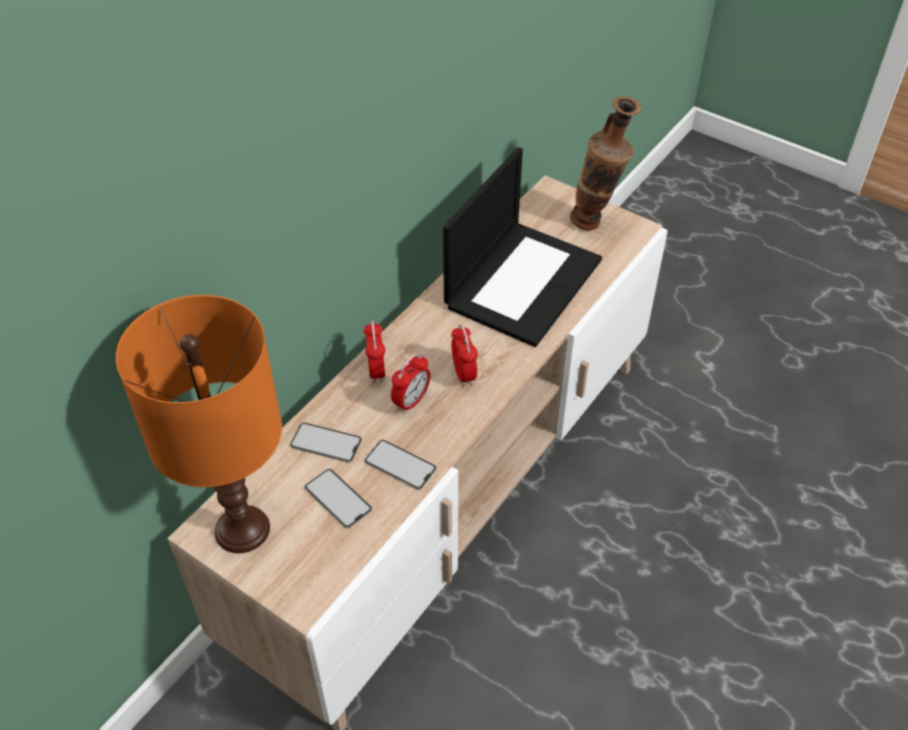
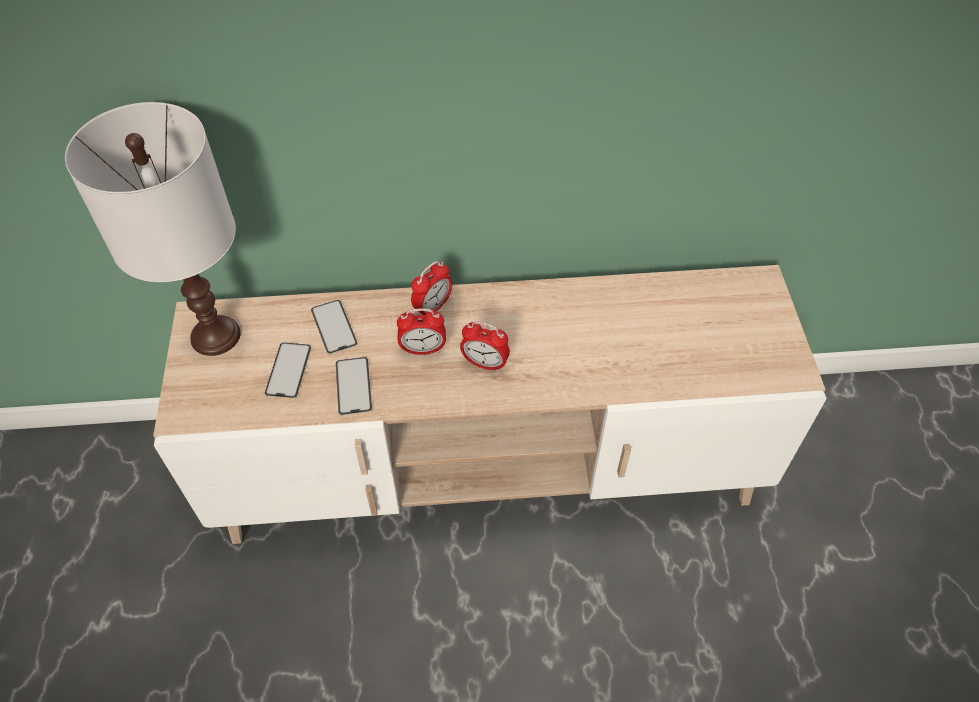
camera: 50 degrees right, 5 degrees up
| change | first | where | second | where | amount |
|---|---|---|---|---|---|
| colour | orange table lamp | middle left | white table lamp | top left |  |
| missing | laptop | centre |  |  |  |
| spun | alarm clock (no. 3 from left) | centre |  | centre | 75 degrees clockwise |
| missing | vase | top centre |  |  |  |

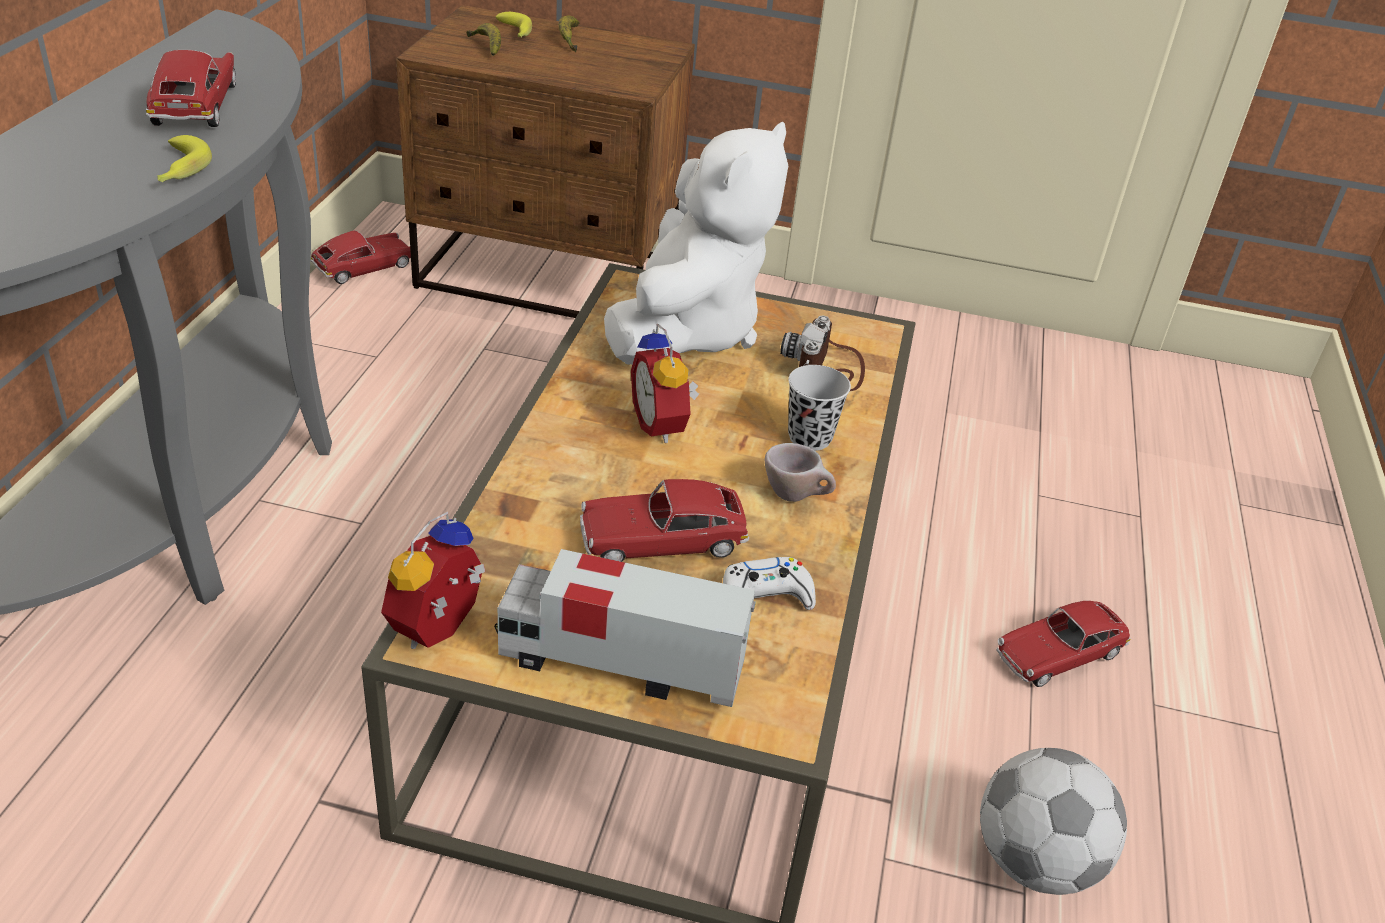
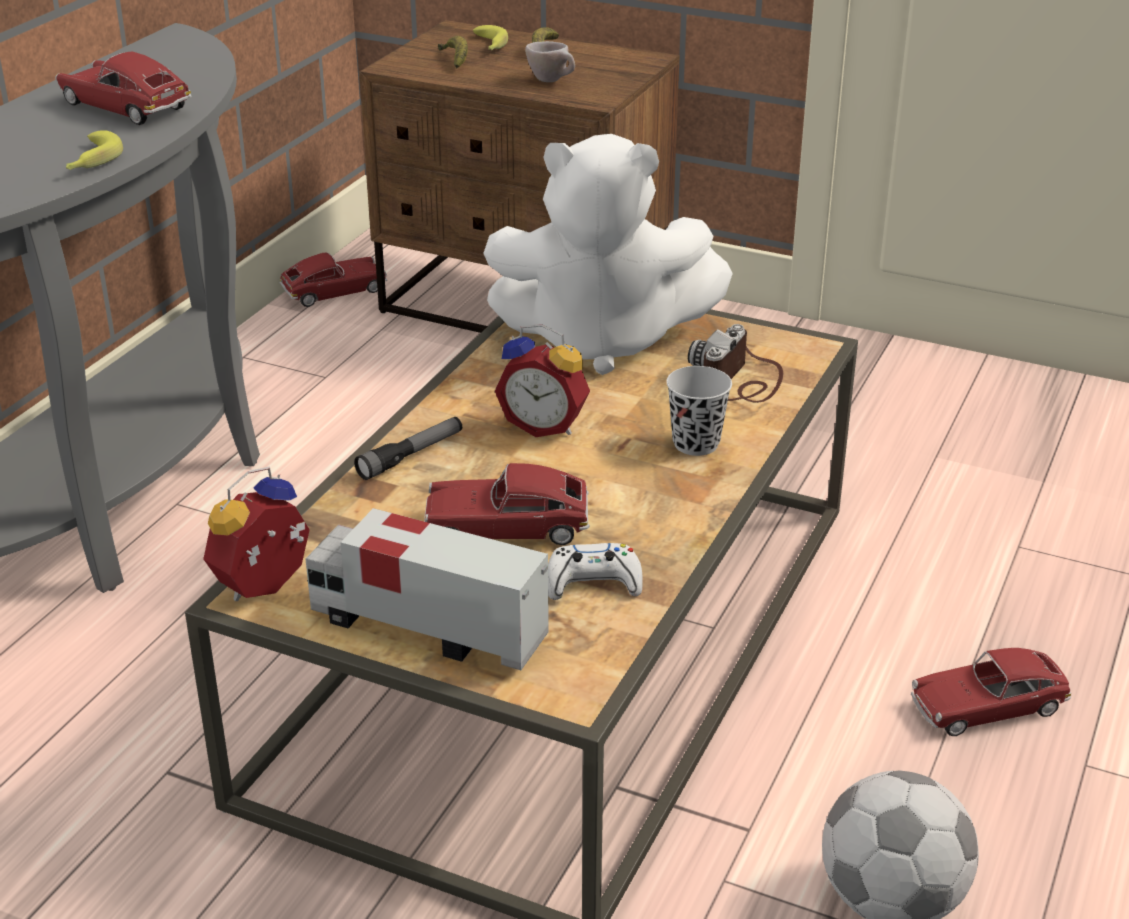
camera: 15 degrees right, 5 degrees down
| change | first | where | second | where | amount |
|---|---|---|---|---|---|
| spun | toy car (no. 1 from left) | top left |  | top left | 60 degrees counterclockwise |
| spun | white plush toy | top centre |  | top centre | 60 degrees clockwise |
| spun | alarm clock (no. 2 from left) | centre |  | centre | 60 degrees counterclockwise |
| relocated | beige cup | centre |  | top centre |  |
| appeared |  |  | flashlight | centre |  |

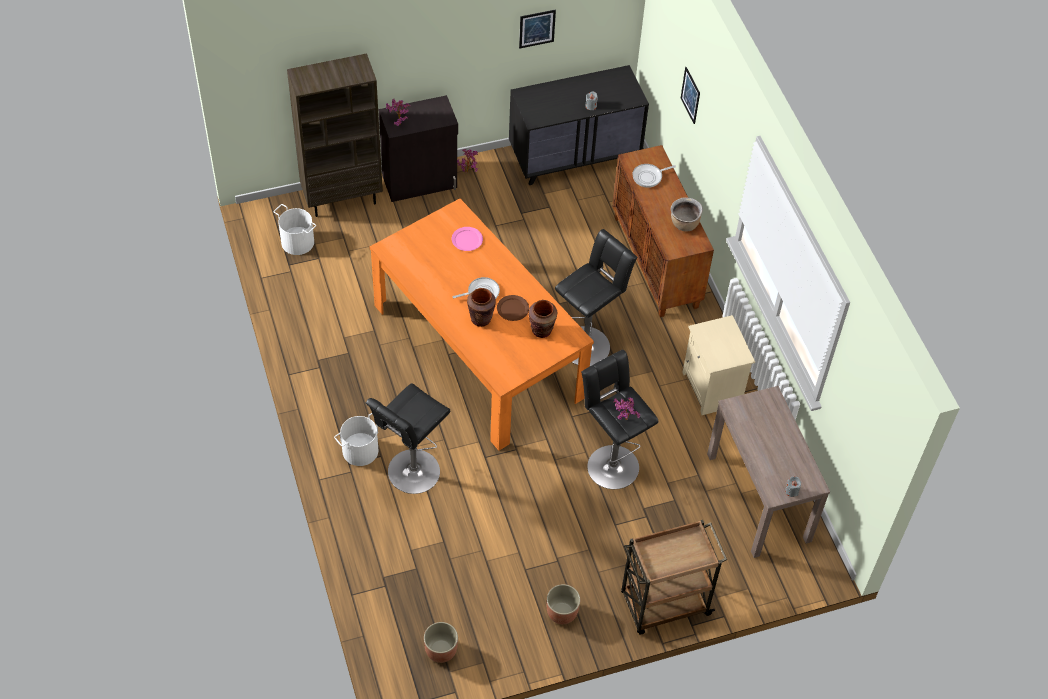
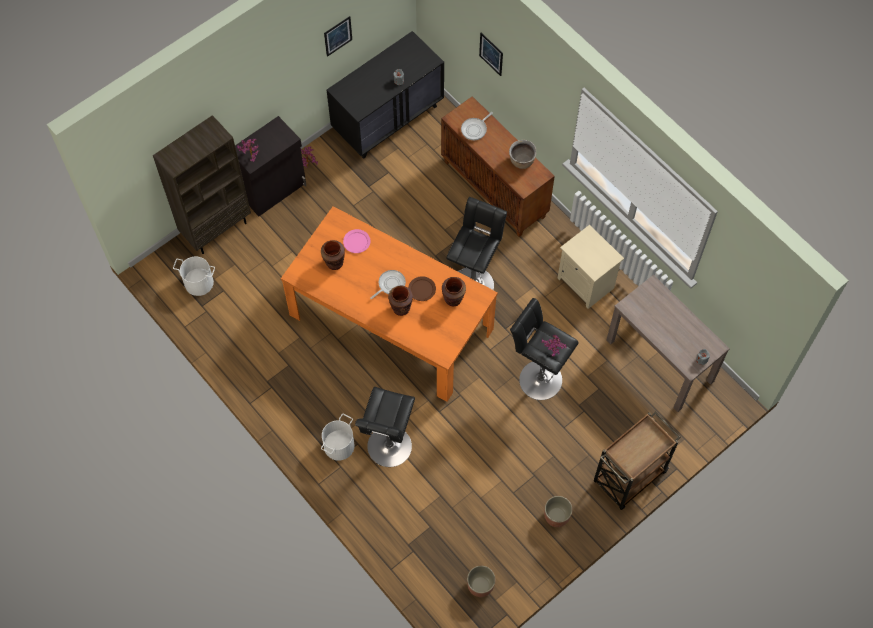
camera: 20 degrees left, 10 degrees up
| change | first | where | second | where | amount |
|---|---|---|---|---|---|
| appeared |  |  | brown vase (no. 1 from left) | centre |  |

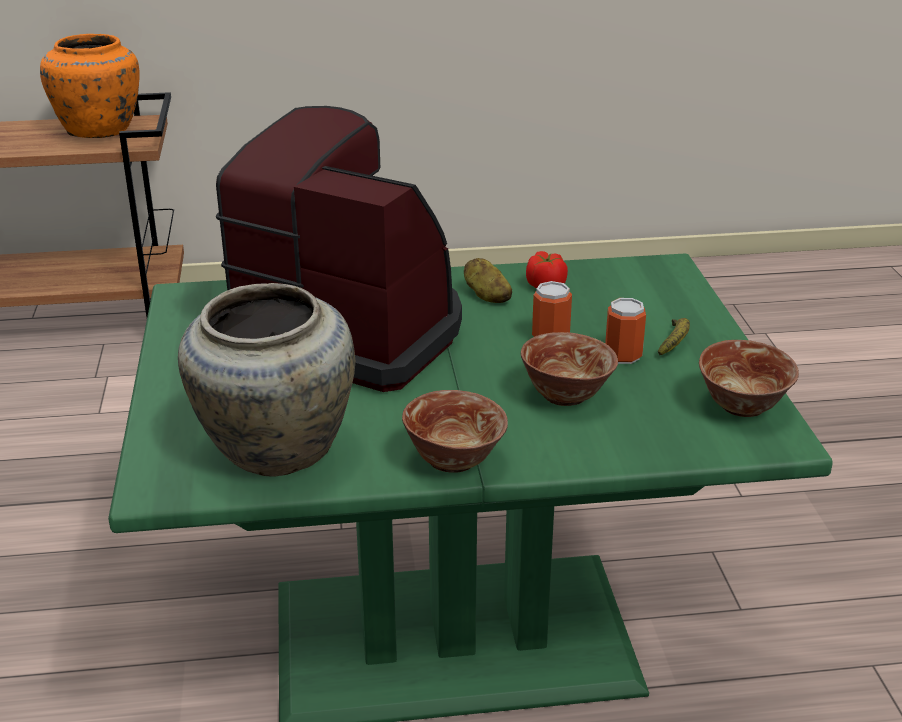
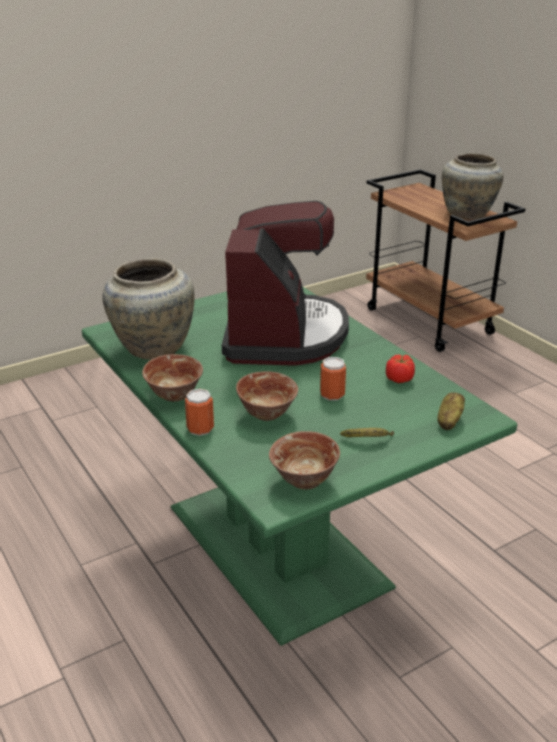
camera: 65 degrees right, 0 degrees up
| change | first | where | second | where | amount |
|---|---|---|---|---|---|
| colour | orange vase | top left | beige vase (no. 2 from left) | top right |  |
| relocated | potato | centre |  | middle right |  |
| relocated | can (no. 2 from left in the first image) | middle right | can (no. 1 from left) | centre |  |

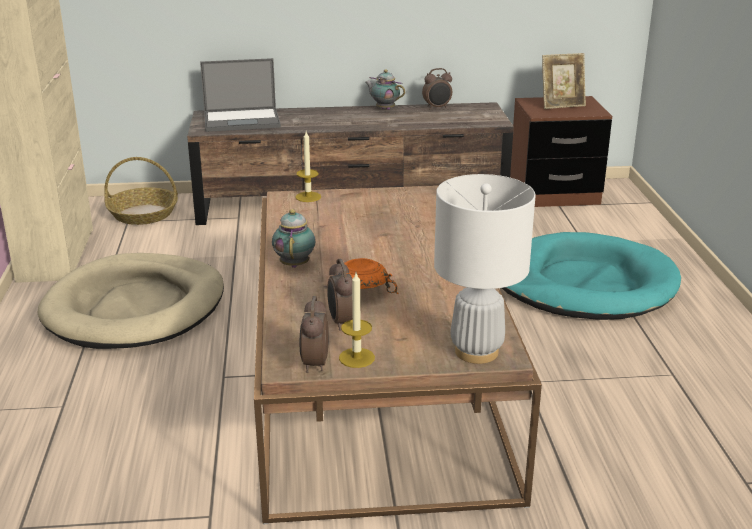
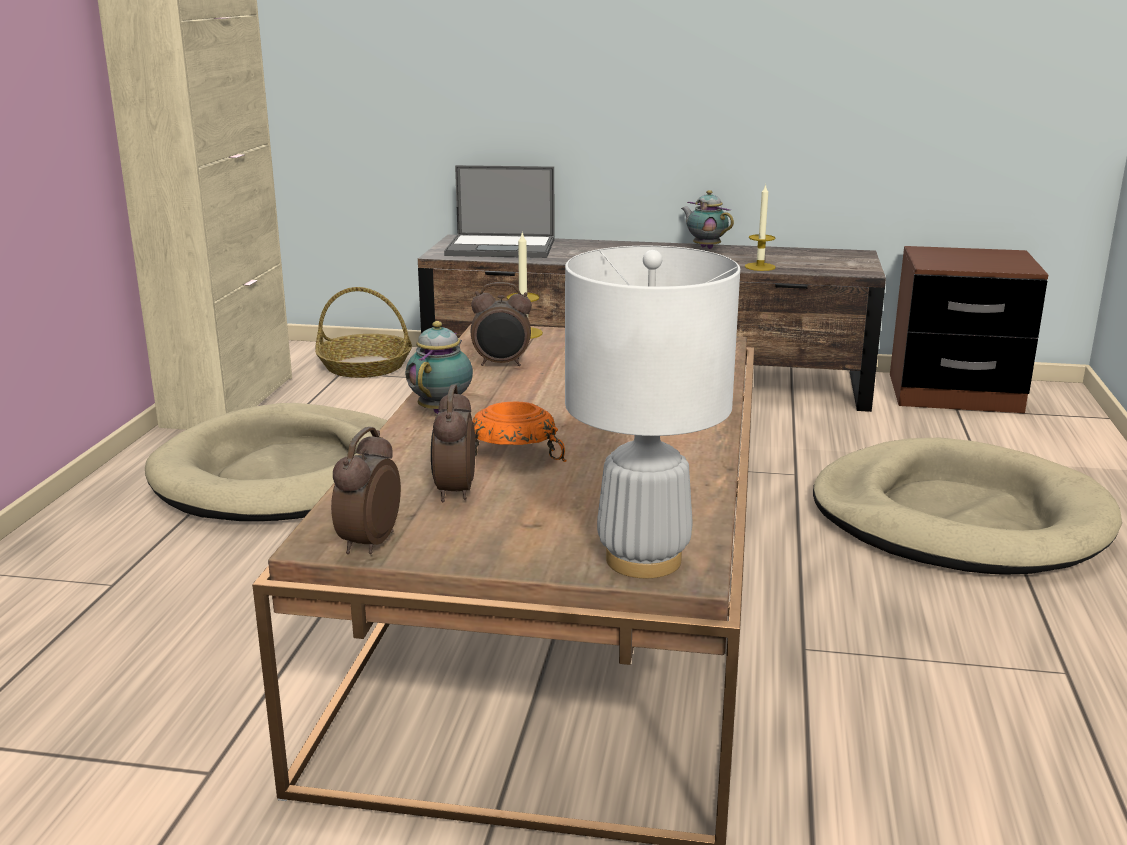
camera: 15 degrees right, 5 degrees down
| change | first | where | second | where | amount |
|---|---|---|---|---|---|
| relocated | candle (no. 2 from left) | centre |  | top right |  |
| relocated | alarm clock (no. 3 from left) | top centre |  | centre |  |
| colour | turquoise dog bed | middle right | beige dog bed (no. 2 from left) | middle right |  |
| missing | picture frame | top right |  |  |  |

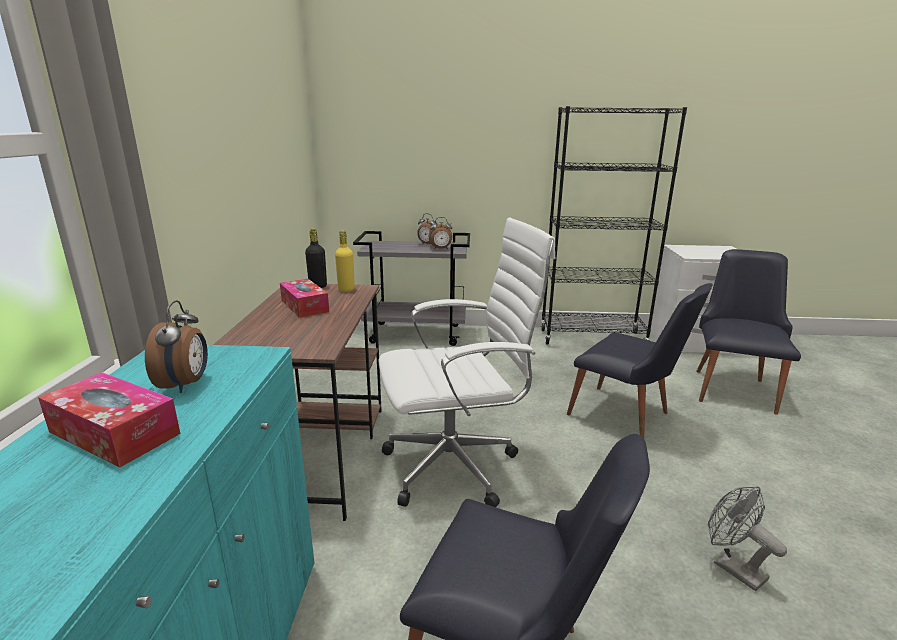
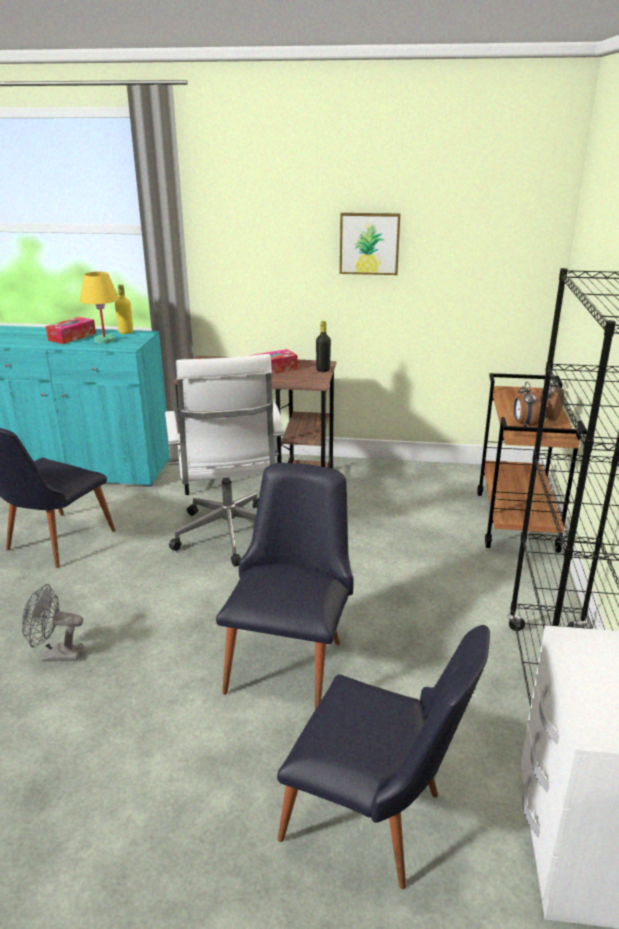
camera: 95 degrees right, 5 degrees up
| change | first | where | second | where | amount |
|---|---|---|---|---|---|
| exchanged | alarm clock (no. 1 from left) | middle left | yellow table lamp | top left |  |
| relocated | yellow bottle | centre |  | top left |  |
| colour | grey cart | centre | brown cart | middle right |  |
| spun | black chair (no. 2 from left) | middle right |  | centre | 150 degrees clockwise |
| spun | grey fan | bottom right |  | bottom left | 150 degrees counterclockwise |
| appeared |  |  | picture | top centre |  |

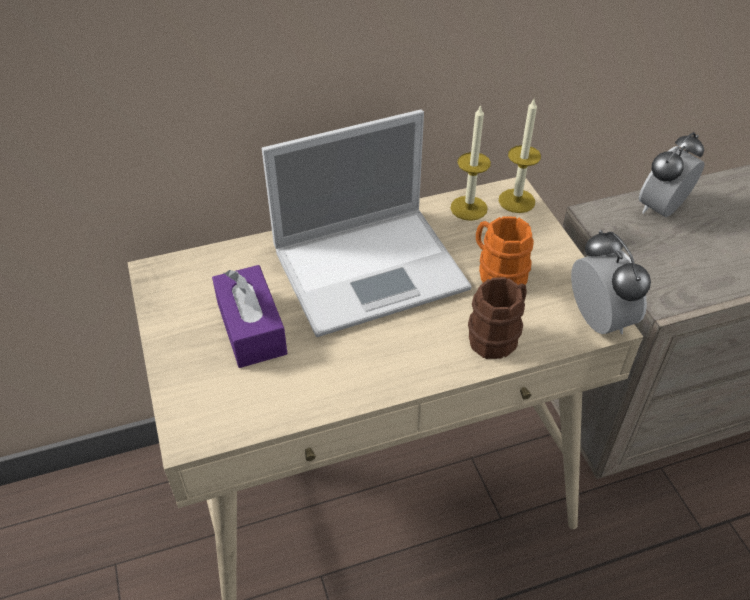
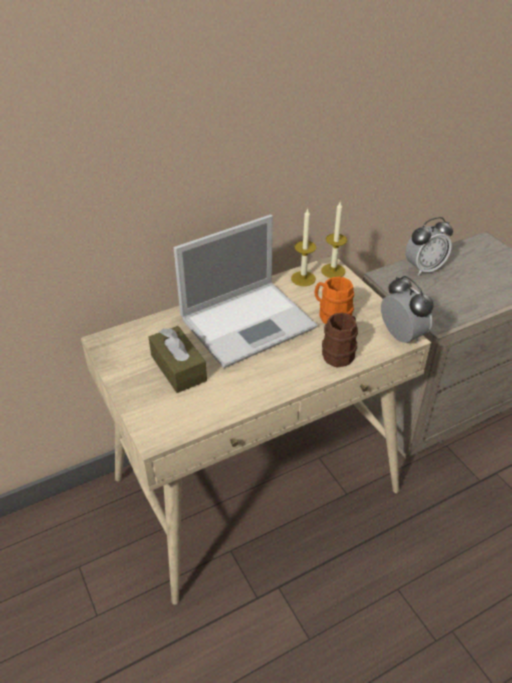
camera: 10 degrees left, 5 degrees down
| change | first | where | second | where | amount |
|---|---|---|---|---|---|
| colour | purple tissue box | middle left | brown tissue box | centre |  |
| spun | alarm clock (no. 2 from left) | top right |  | middle right | 150 degrees counterclockwise |

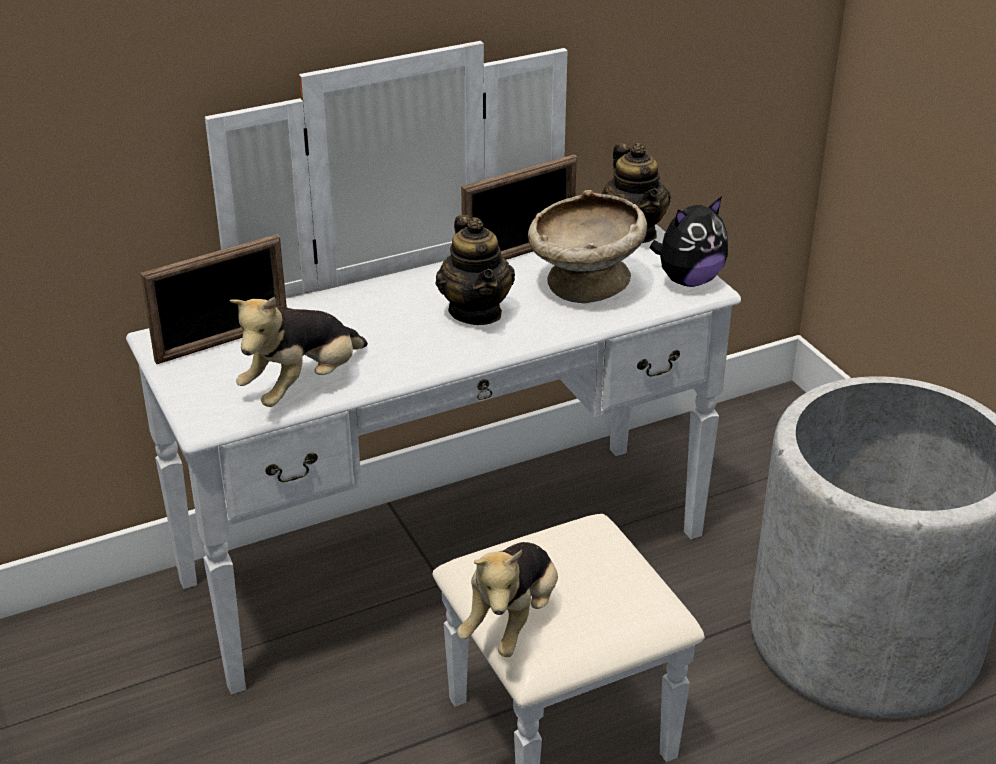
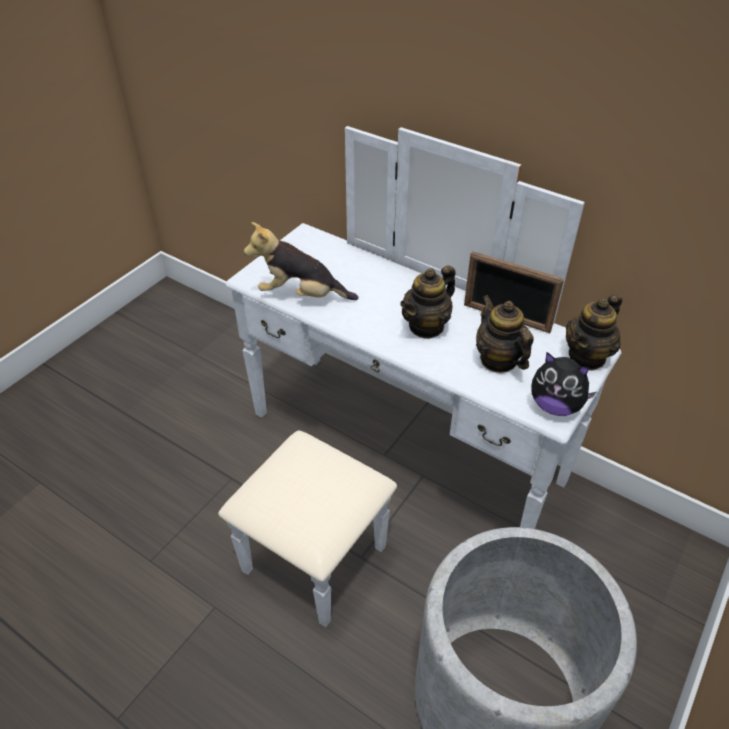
camera: 60 degrees right, 10 degrees up
| change | first | where | second | where | amount |
|---|---|---|---|---|---|
| missing | picture frame (no. 1 from left) | middle left |  |  |  |
| missing | plush toy (no. 2 from left) | bottom centre |  |  |  |
| exchanged | beige bowl | top centre | teapot (no. 2 from left) | middle right |  |

